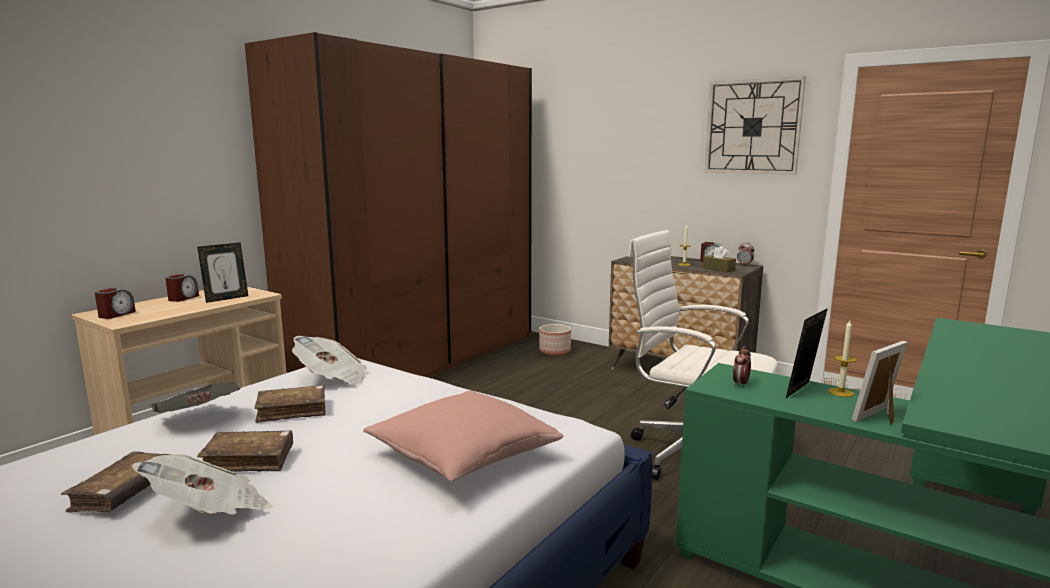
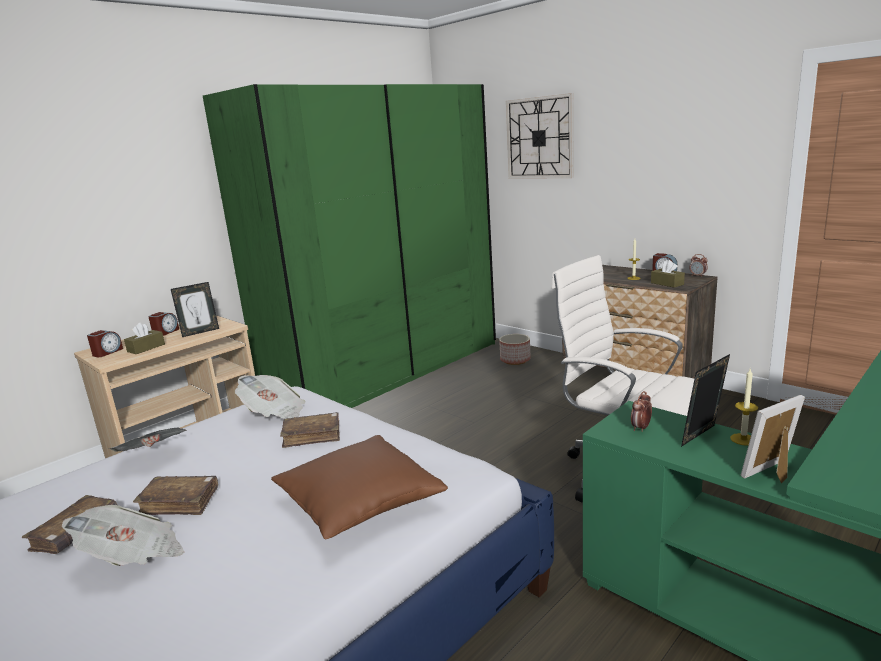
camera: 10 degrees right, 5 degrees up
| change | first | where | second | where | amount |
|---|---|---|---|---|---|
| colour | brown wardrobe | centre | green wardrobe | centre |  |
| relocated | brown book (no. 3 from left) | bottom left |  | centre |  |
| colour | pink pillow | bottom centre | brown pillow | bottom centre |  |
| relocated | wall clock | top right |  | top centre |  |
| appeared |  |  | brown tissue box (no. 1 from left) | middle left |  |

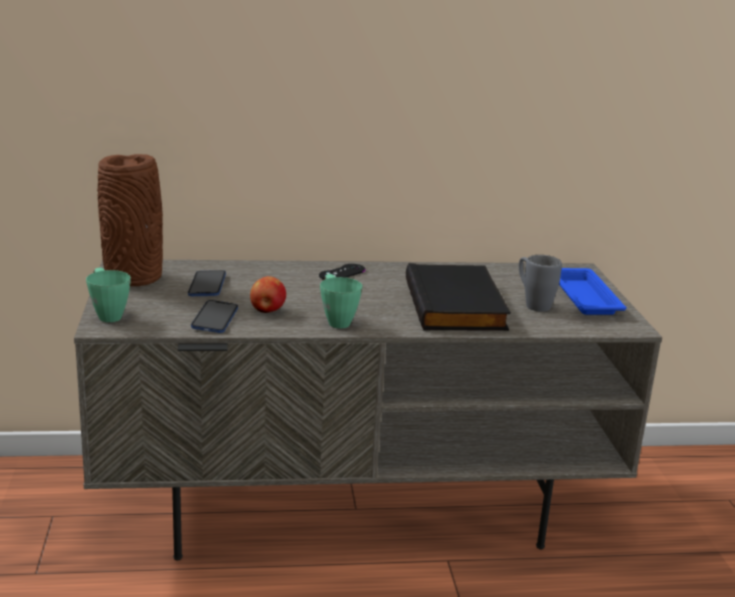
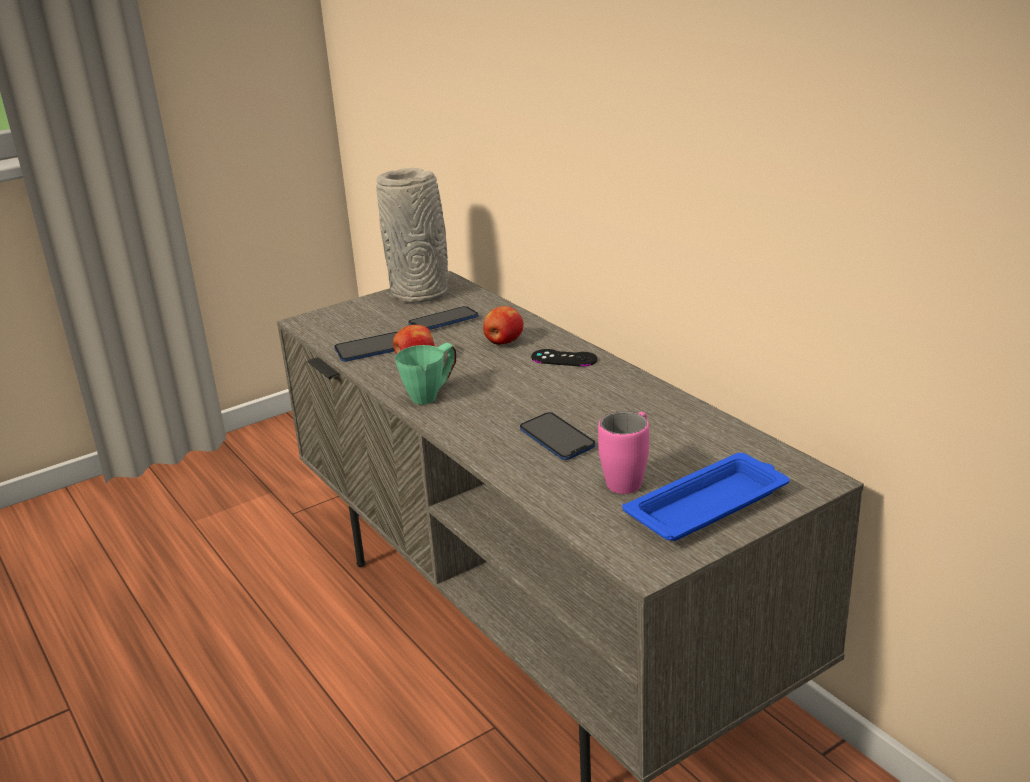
camera: 65 degrees right, 5 degrees up
| change | first | where | second | where | amount |
|---|---|---|---|---|---|
| missing | green mug (no. 1 from left) | middle left |  |  |  |
| colour | brown vase | middle left | grey vase | top centre |  |
| exchanged | black book | centre | phone (no. 3 from left) | centre |  |
| colour | grey mug | middle right | pink mug | centre |  |
| appeared |  |  | apple (no. 2 from left) | centre |  |

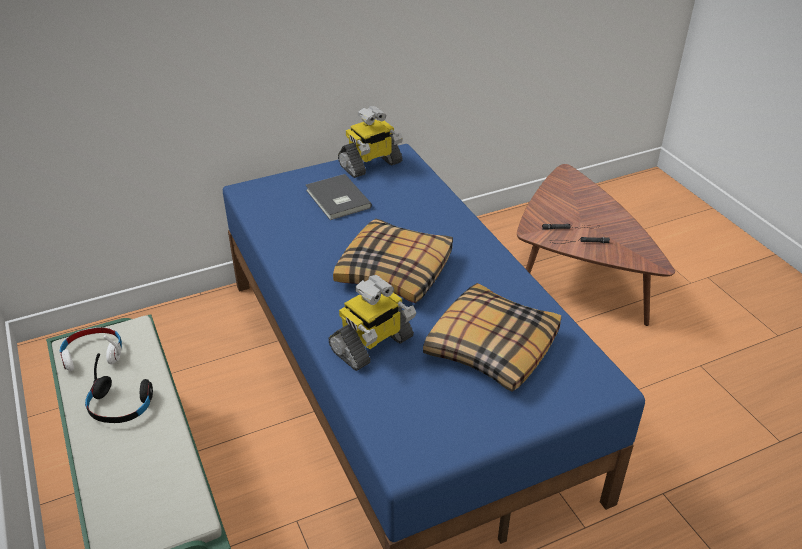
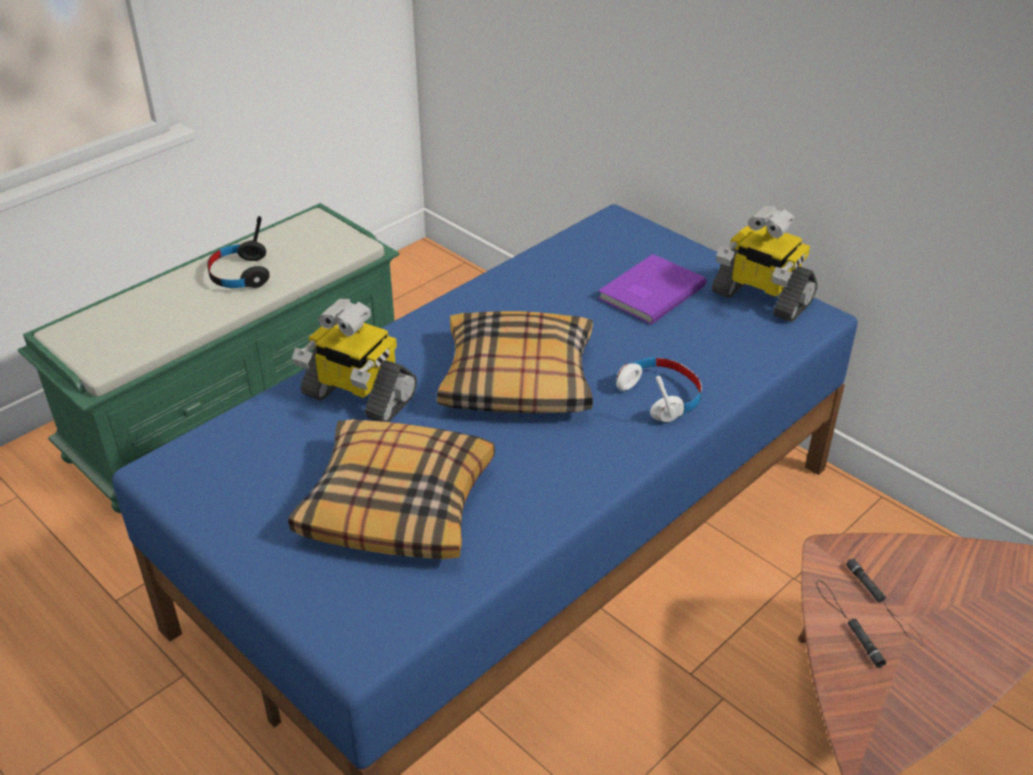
camera: 70 degrees right, 0 degrees up
| change | first | where | second | where | amount |
|---|---|---|---|---|---|
| relocated | white headphones | middle left |  | centre |  |
| colour | grey book | centre | purple book | centre |  |

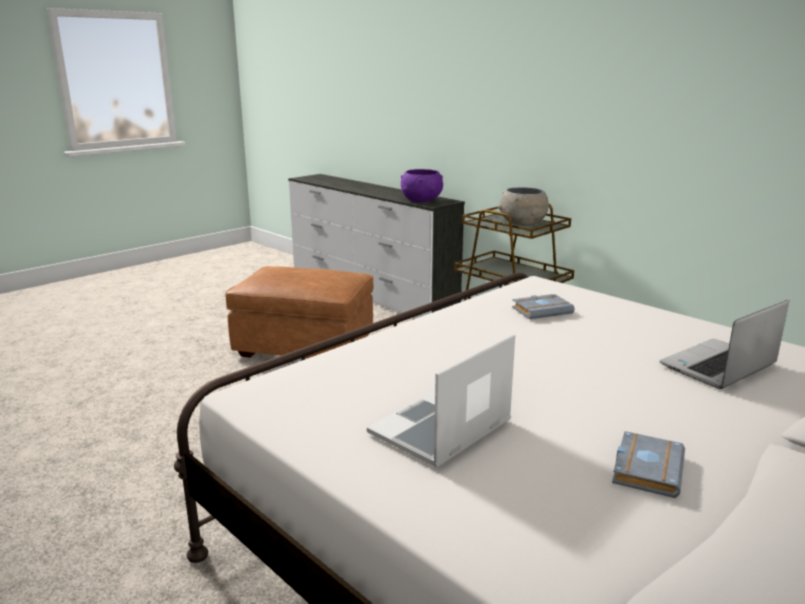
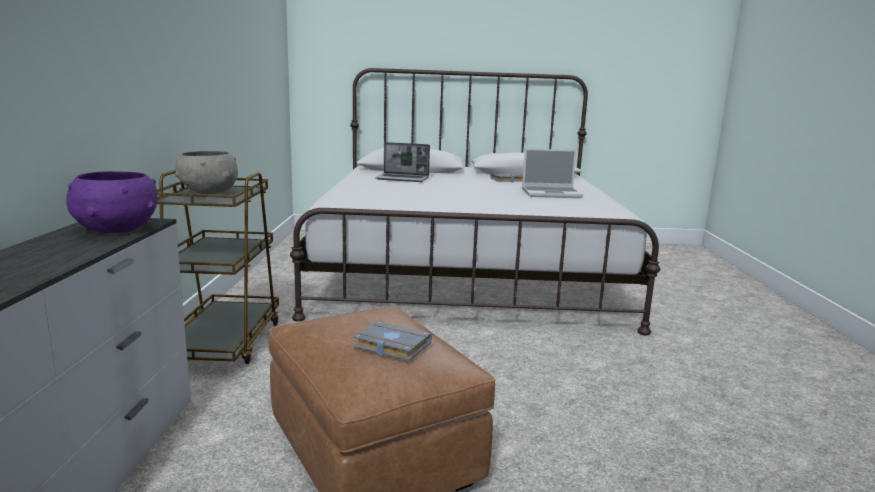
camera: 135 degrees left, 5 degrees down
| change | first | where | second | where | amount |
|---|---|---|---|---|---|
| relocated | grey book (no. 1 from left) | middle right |  | bottom centre |  |

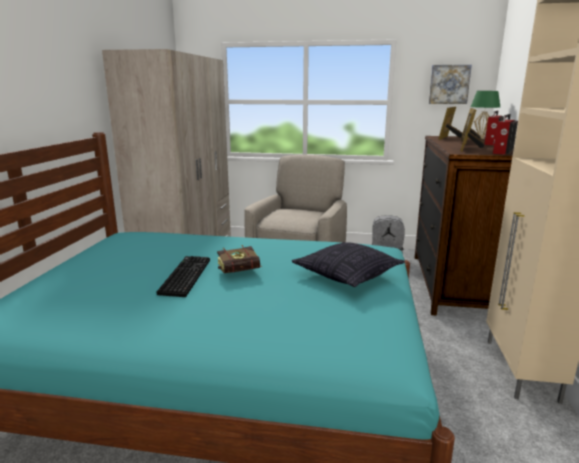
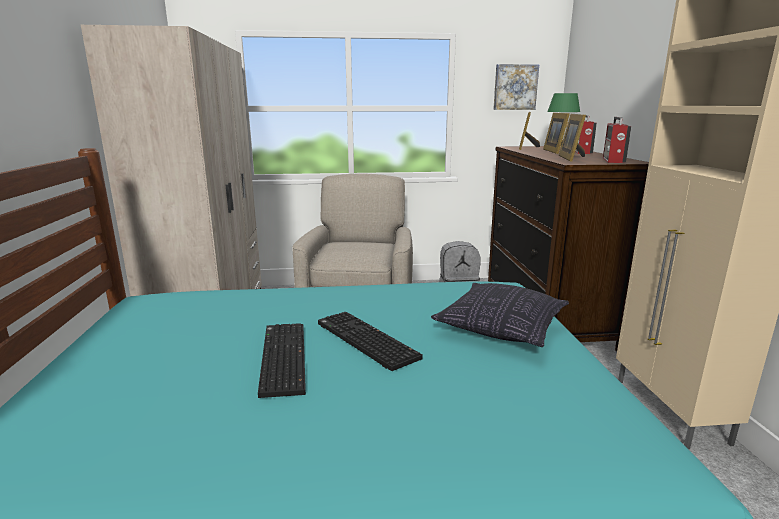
camera: 15 degrees left, 0 degrees up
| change | first | where | second | where | amount |
|---|---|---|---|---|---|
| exchanged | book | centre | keyboard (no. 2 from left) | centre |  |

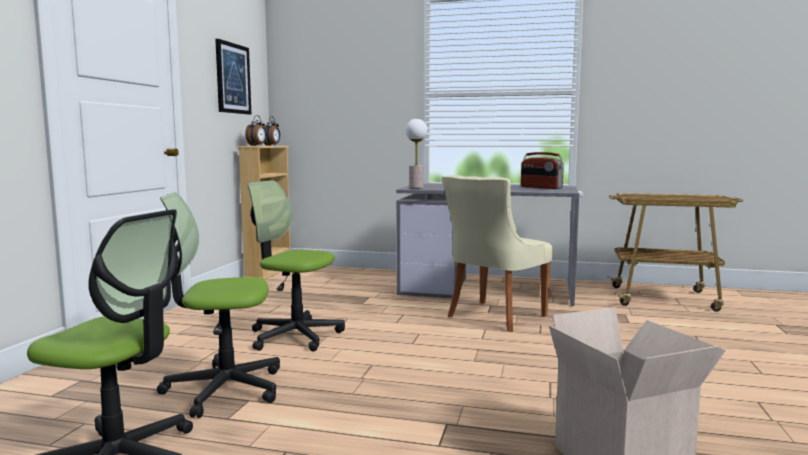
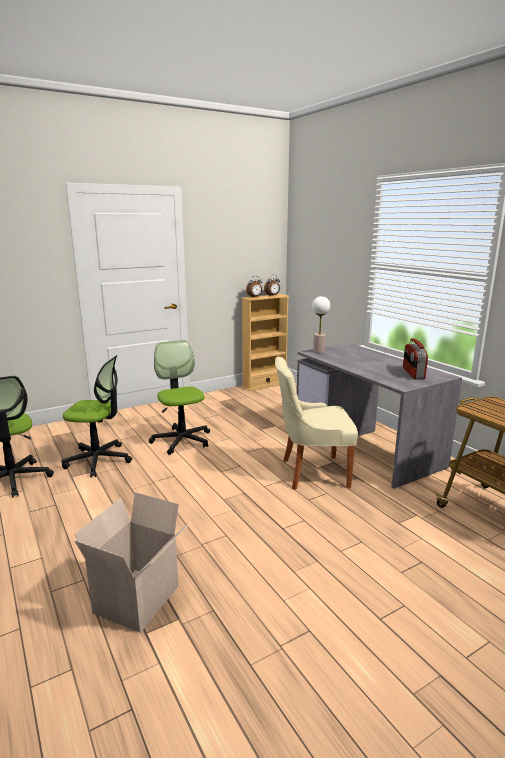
camera: 45 degrees right, 10 degrees up
| change | first | where | second | where | amount |
|---|---|---|---|---|---|
| spun | office chair (no. 2 from left) | bottom left |  | middle left | 150 degrees clockwise |
| missing | picture | top left |  |  |  |

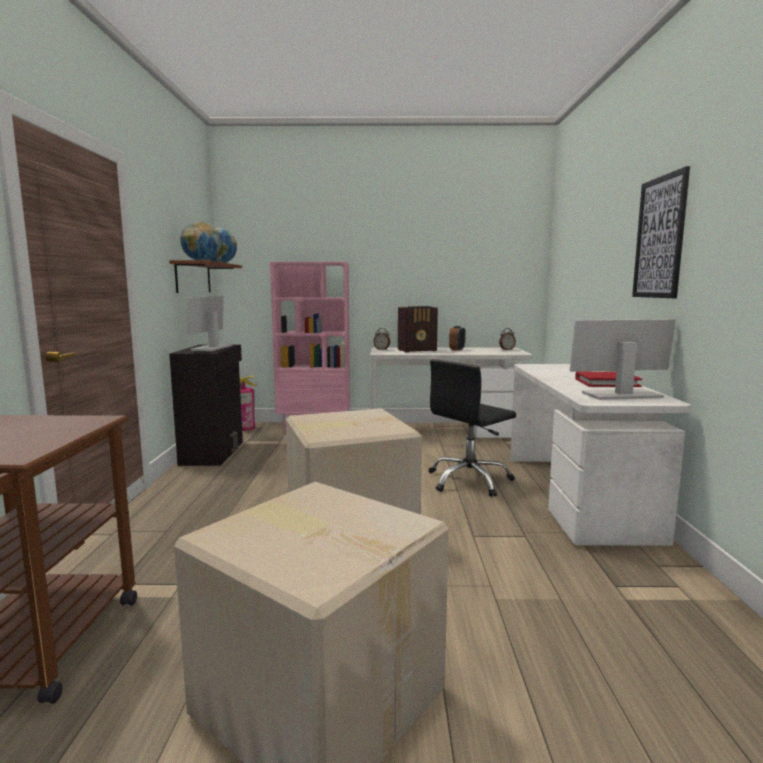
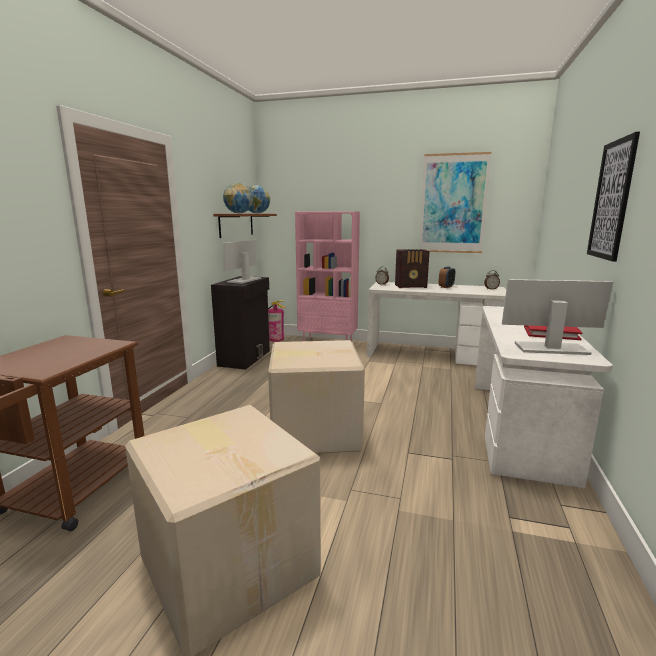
camera: 15 degrees right, 5 degrees up
| change | first | where | second | where | amount |
|---|---|---|---|---|---|
| missing | black office chair | centre |  |  |  |
| appeared |  |  | picture (no. 1 from left) | top right |  |

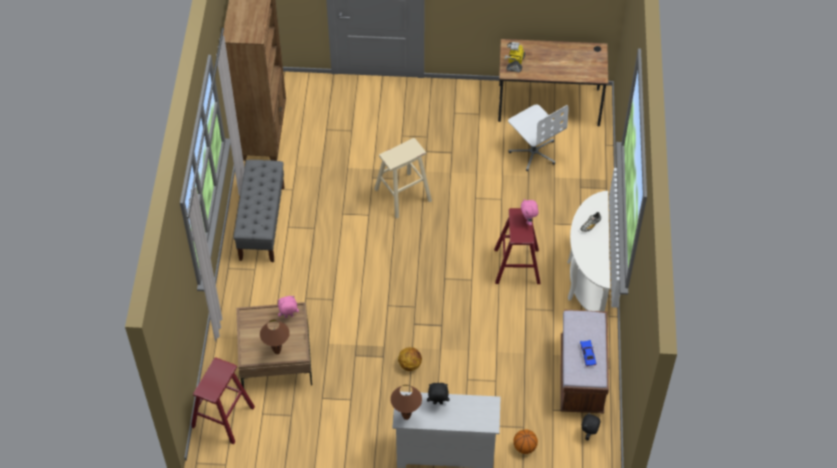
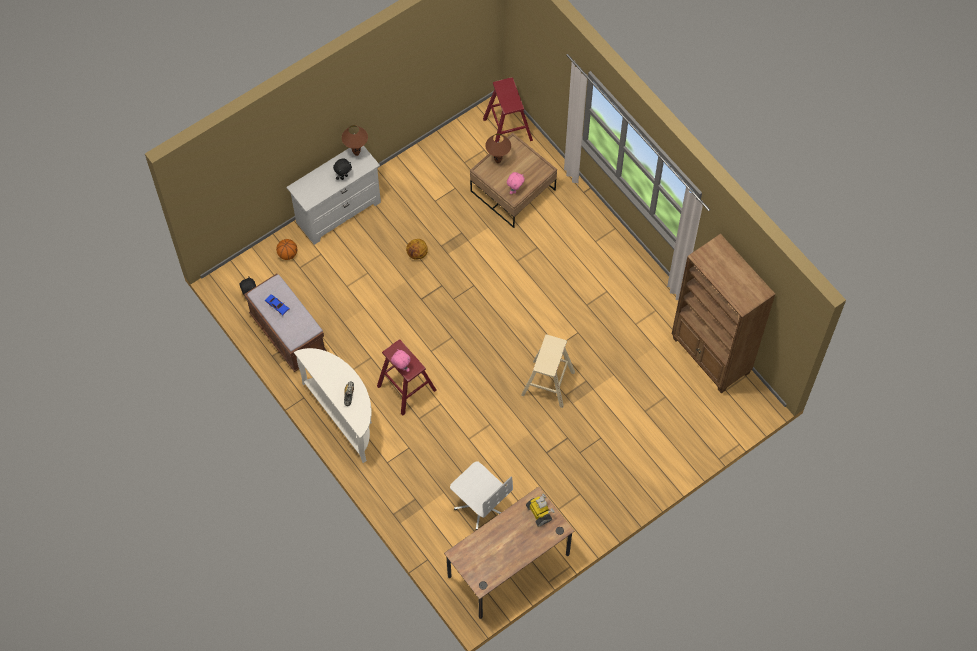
camera: 140 degrees right, 10 degrees up
| change | first | where | second | where | amount |
|---|---|---|---|---|---|
| missing | grey bench | middle left |  |  |  |
| spun | white office chair | top centre |  | bottom centre | 150 degrees counterclockwise |

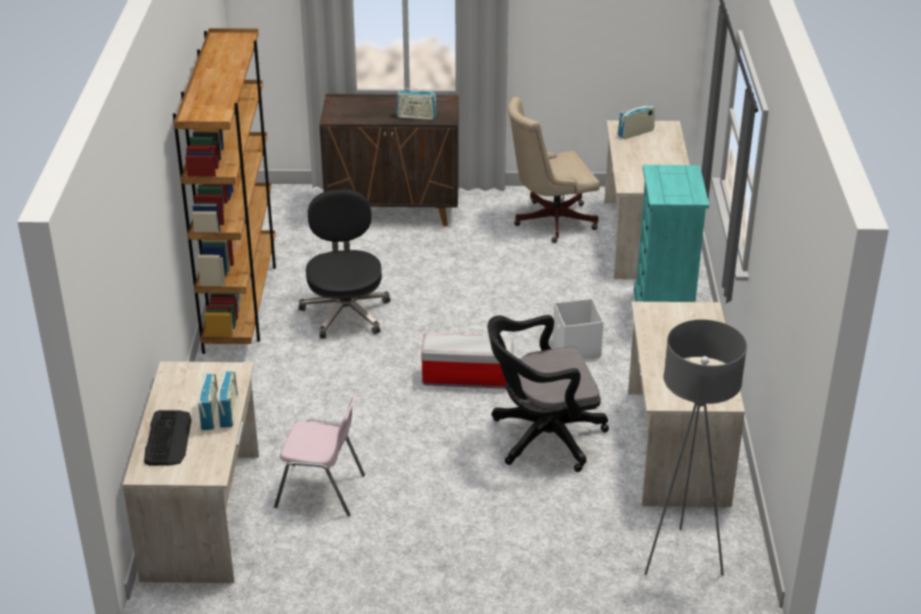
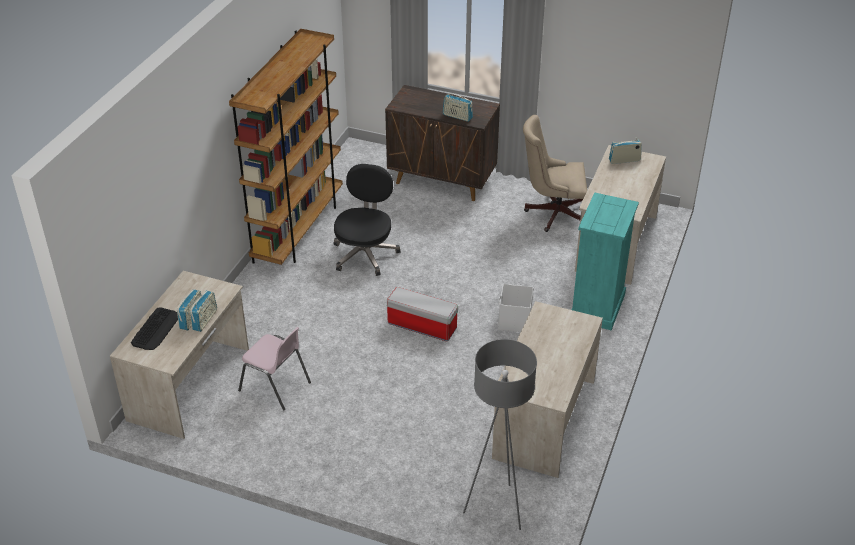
camera: 20 degrees right, 5 degrees up
| change | first | where | second | where | amount |
|---|---|---|---|---|---|
| missing | black office chair (no. 2 from left) | centre |  |  |  |

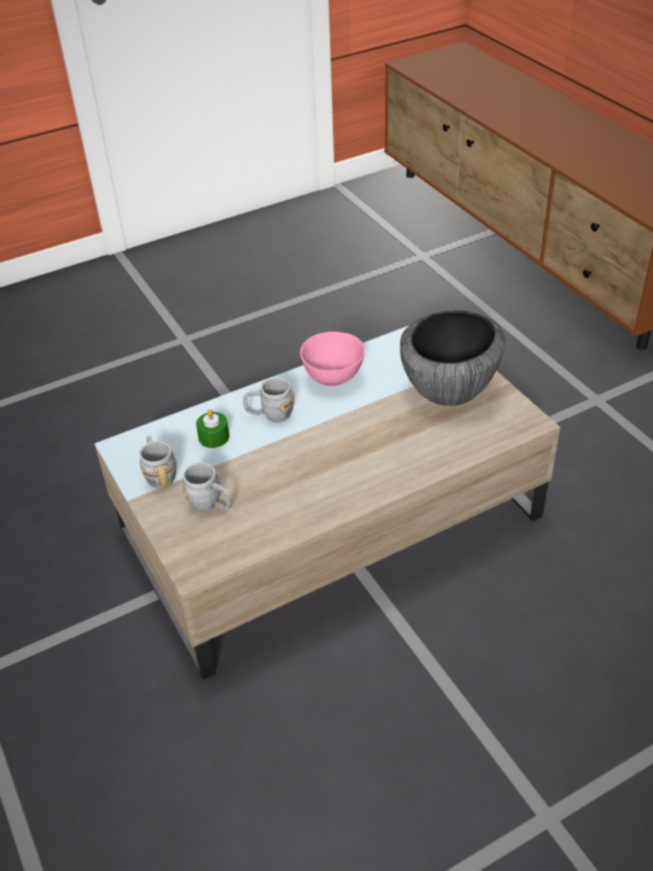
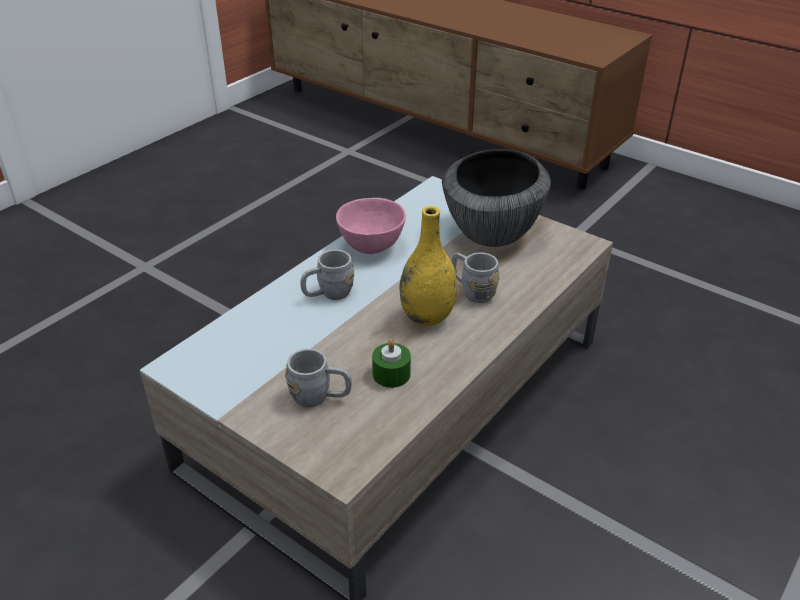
camera: 25 degrees left, 5 degrees down
| change | first | where | second | where | amount |
|---|---|---|---|---|---|
| relocated | grey mug (no. 1 from left in the first image) | middle left | grey mug (no. 3 from left) | centre |  |
| relocated | green candle | middle left |  | centre |  |
| appeared |  |  | yellow vase | centre |  |

